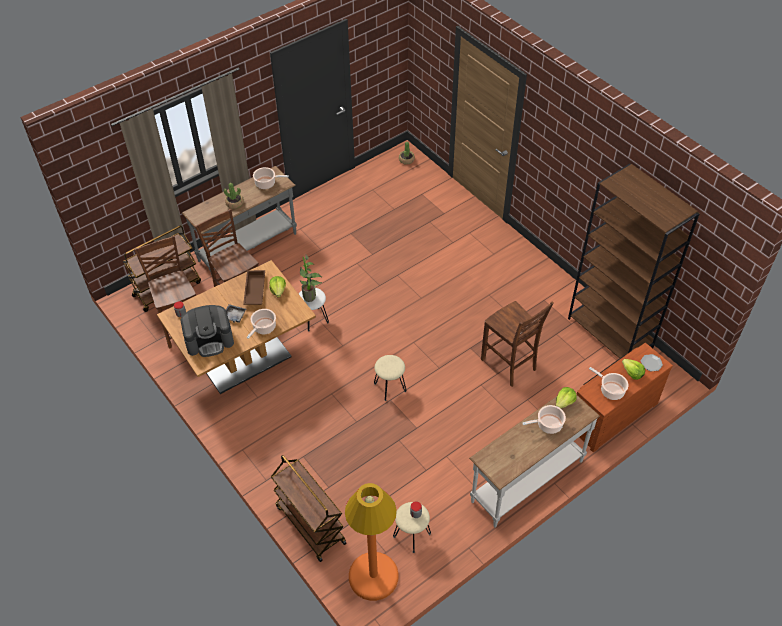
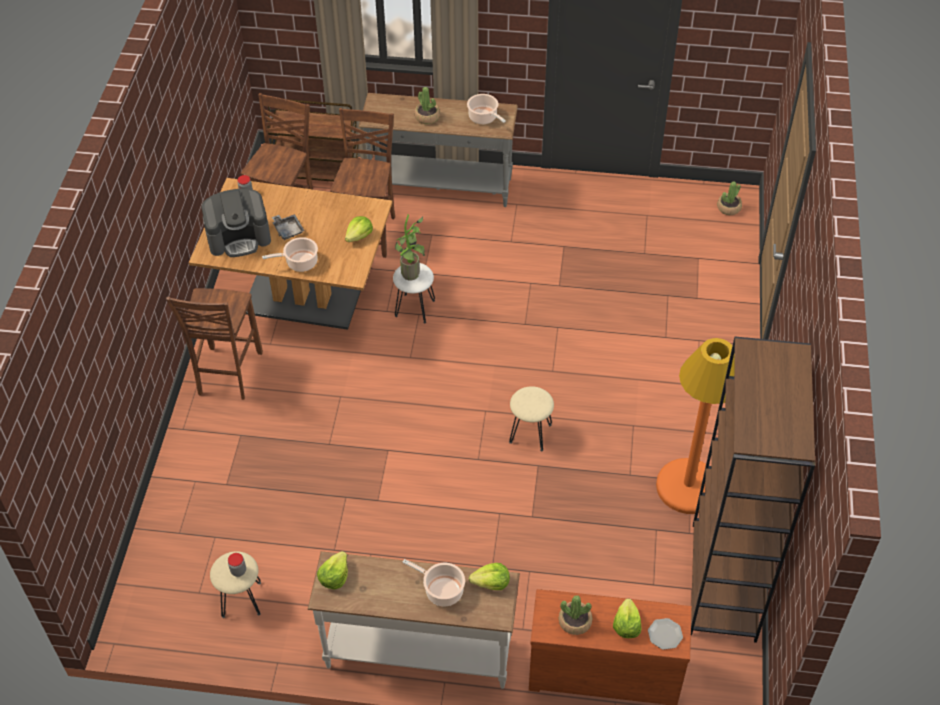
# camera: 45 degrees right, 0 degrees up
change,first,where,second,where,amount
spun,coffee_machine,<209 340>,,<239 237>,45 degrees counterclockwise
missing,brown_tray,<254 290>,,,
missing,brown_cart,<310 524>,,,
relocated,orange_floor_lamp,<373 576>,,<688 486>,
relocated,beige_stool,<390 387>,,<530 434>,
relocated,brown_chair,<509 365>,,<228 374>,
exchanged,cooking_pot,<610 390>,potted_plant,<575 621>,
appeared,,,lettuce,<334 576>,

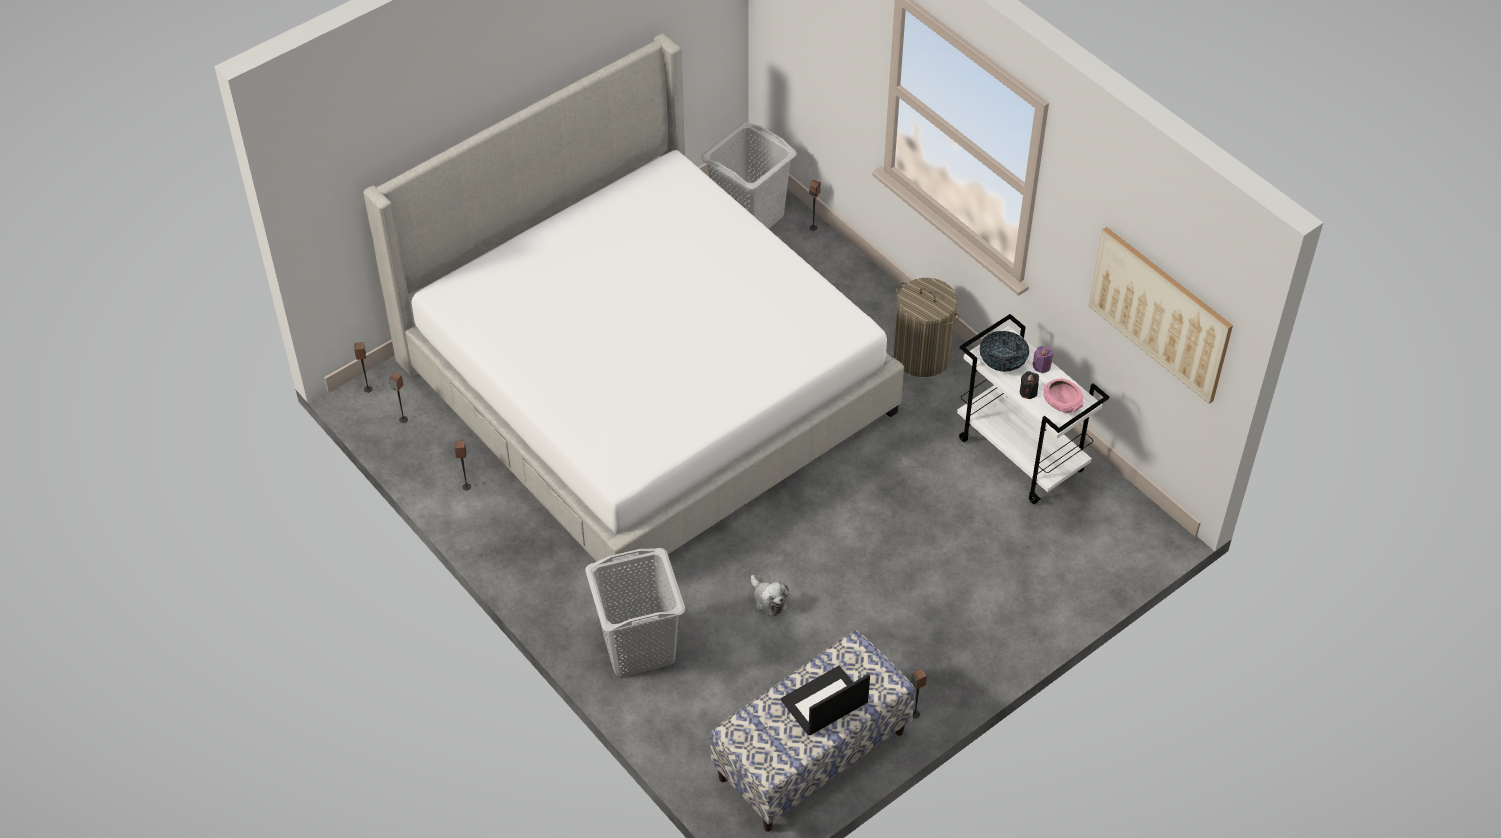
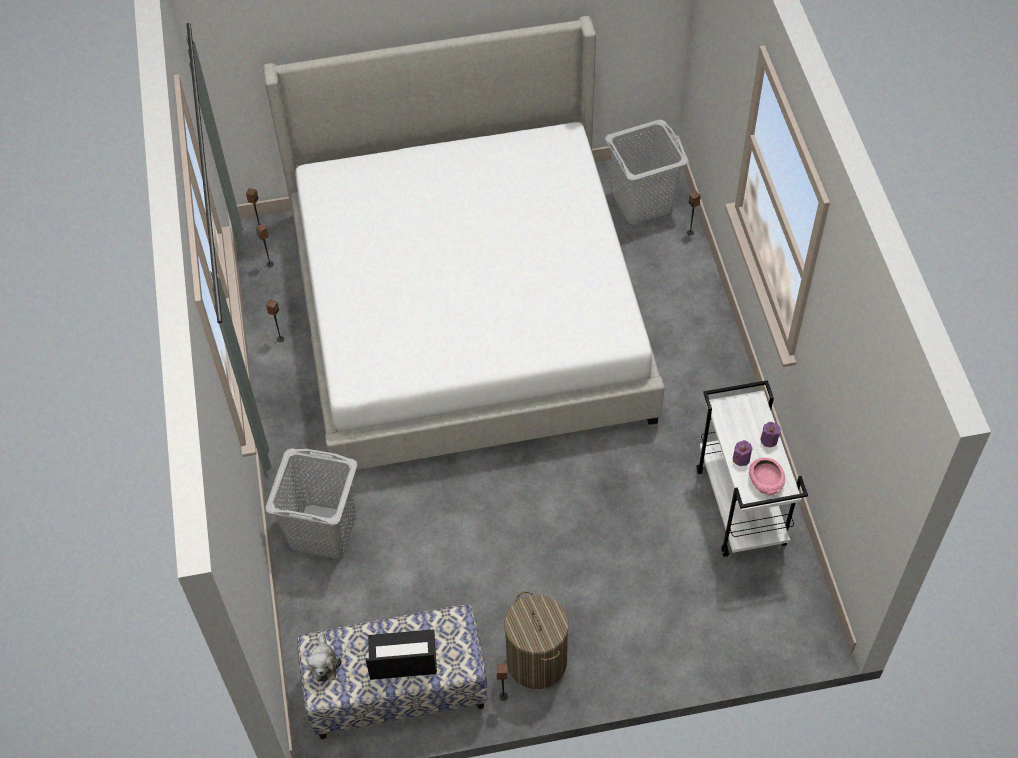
# camera: 30 degrees right, 5 degrees up
change,first,where,second,where,amount
relocated,plush_toy,<768 600>,,<323 663>,
relocated,laundry_basket,<922 356>,,<537 661>,
missing,bowl,<1002 361>,,,
colour,black_candle,<1028 392>,purple_candle,<741 459>,
missing,picture,<1160 314>,,,

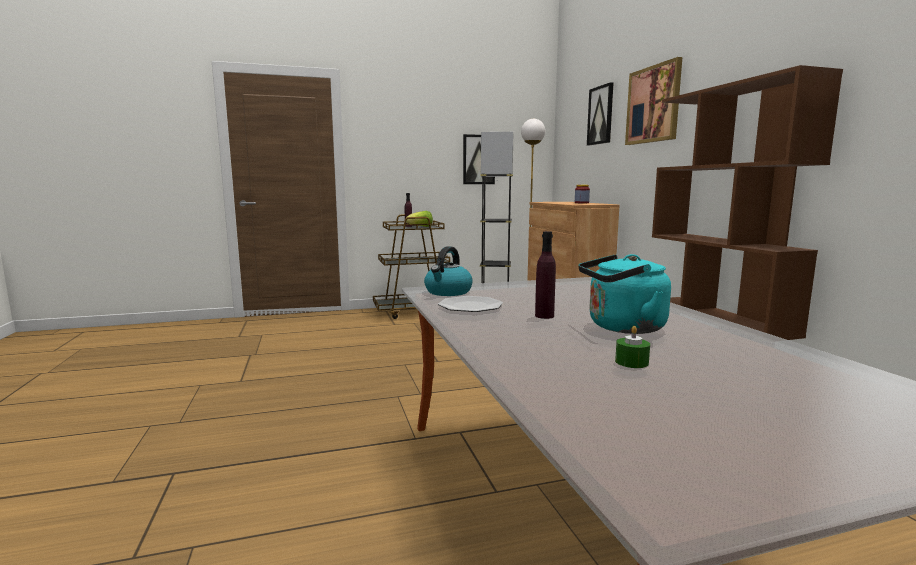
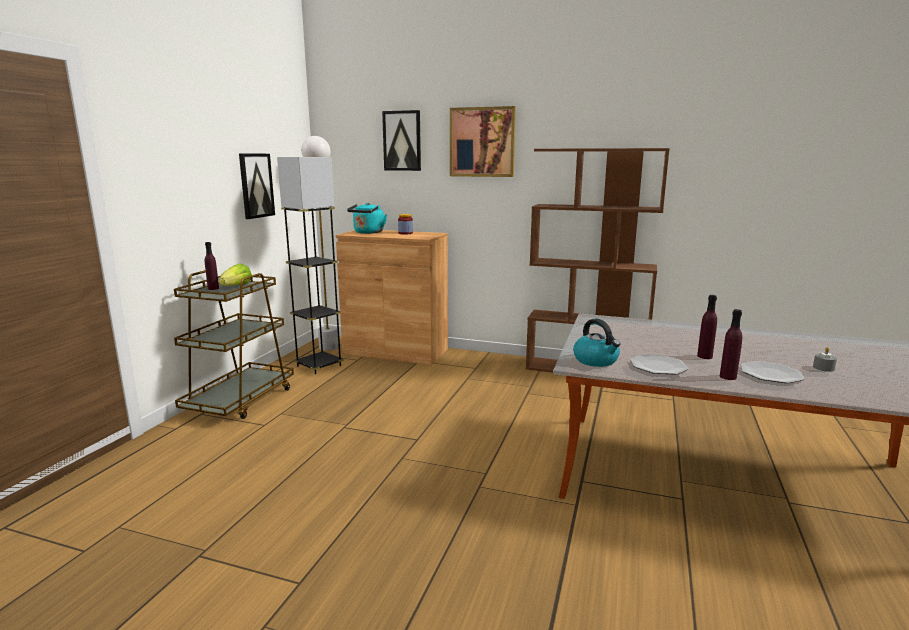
# camera: 55 degrees left, 5 degrees up
change,first,where,second,where,amount
relocated,turquoise_kettle,<622 327>,,<368 232>,
colour,green_candle,<631 362>,grey_candle,<823 368>,
appeared,,,purple_bottle,<728 377>,
appeared,,,plate,<770 374>,

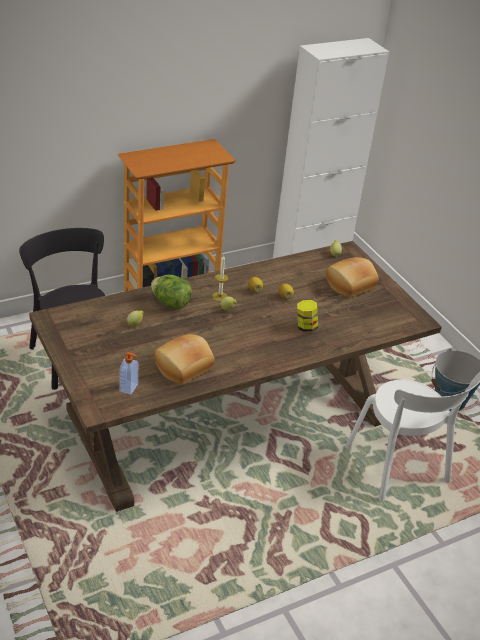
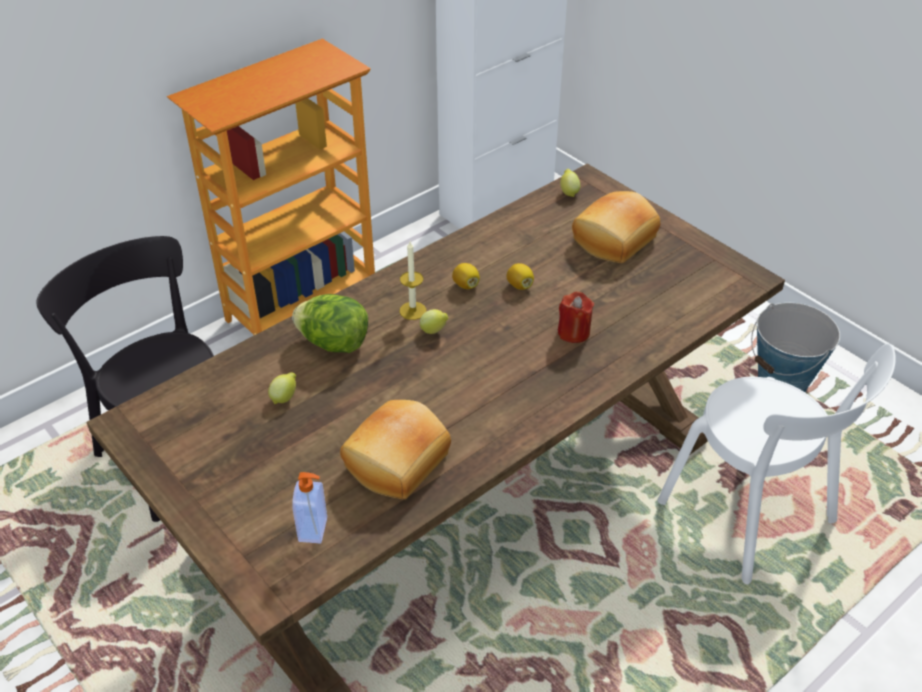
# camera: 10 degrees left, 5 degrees up
change,first,where,second,where,amount
exchanged,jar,<305 326>,red_candle,<573 332>,

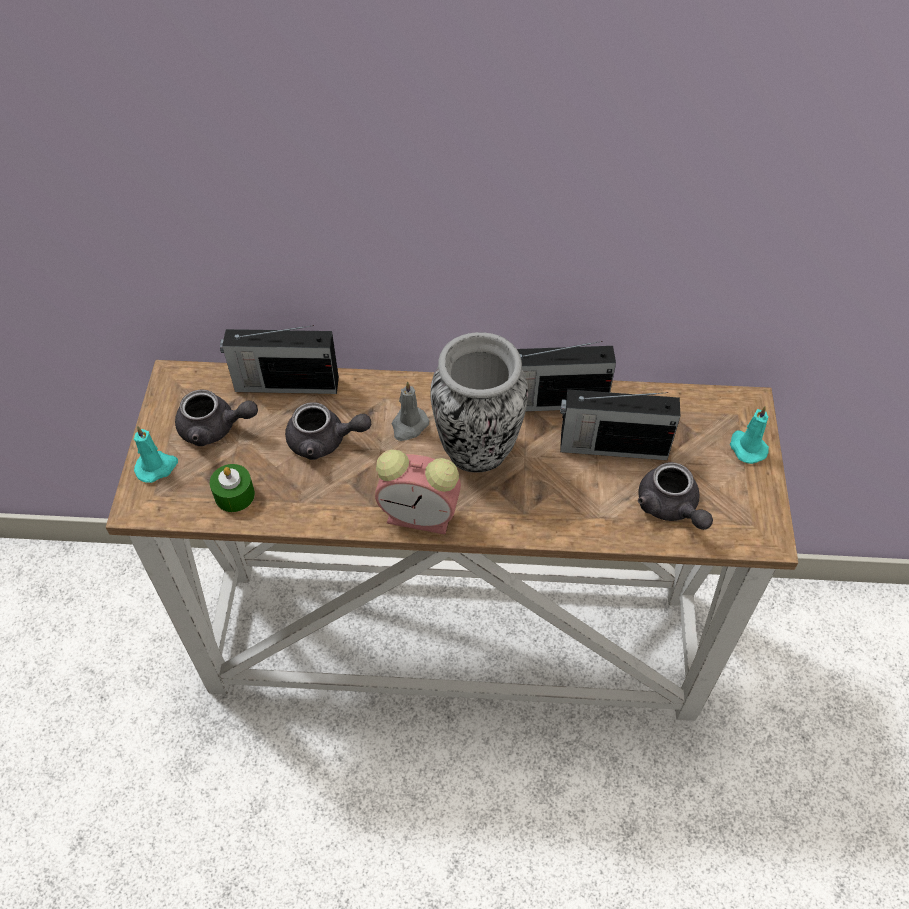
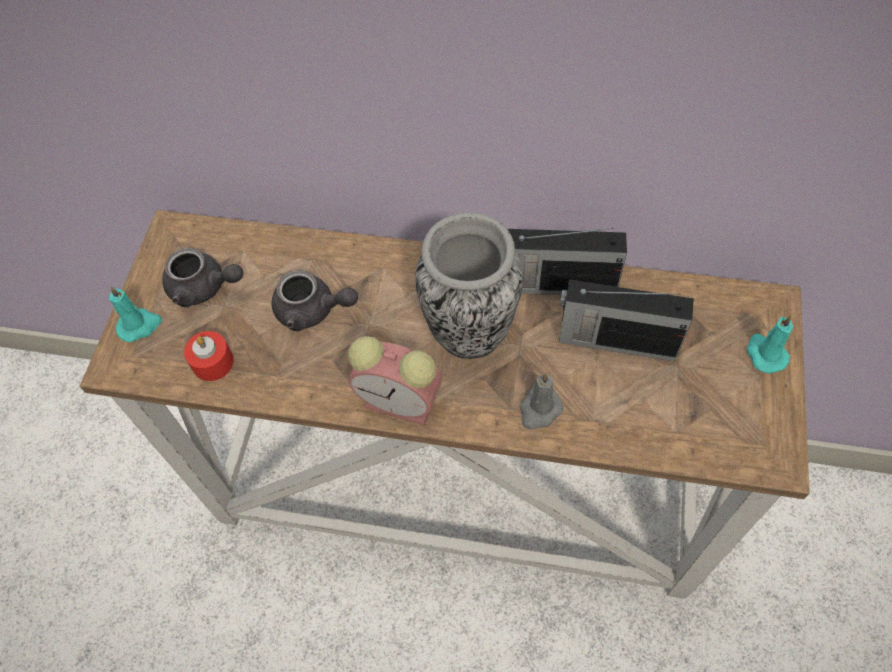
# camera: 10 degrees right, 5 degrees up
change,first,where,second,where,amount
colour,green_candle,<234 495>,red_candle,<212 362>,
missing,radio,<285 384>,,,
relocated,grey_candle,<409 426>,,<539 410>,
missing,grey_teapot,<670 508>,,,

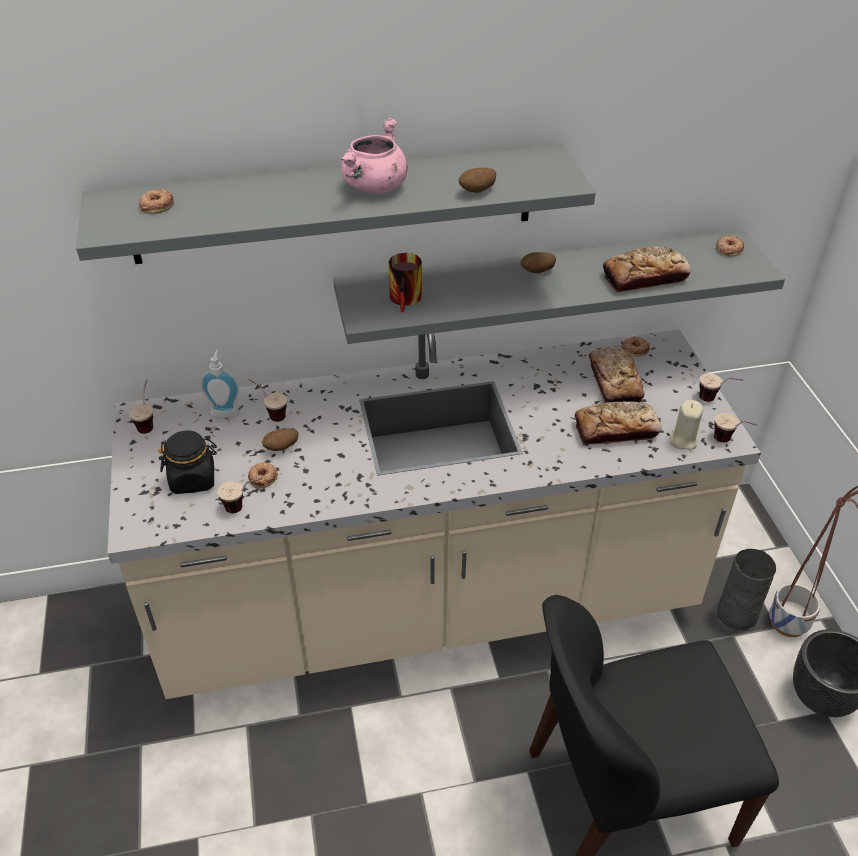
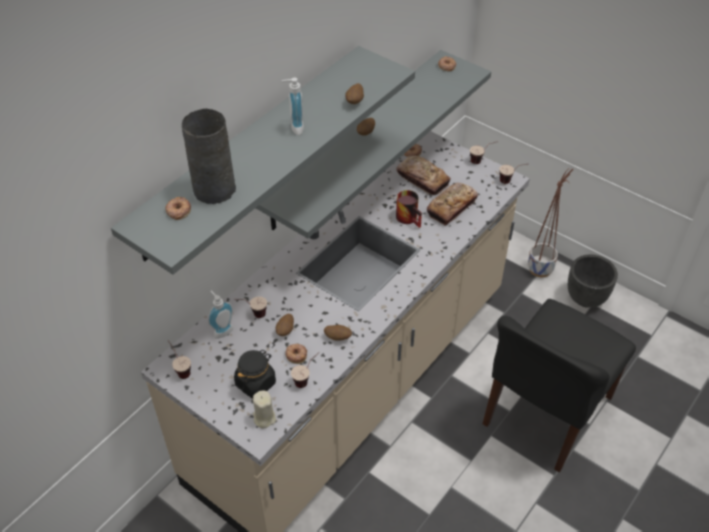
# camera: 40 degrees left, 5 degrees up
change,first,where,second,where,amount
exchanged,pink_cooking_pot,<375 187>,soap_dispenser,<294 128>,
relocated,mug,<408 299>,,<410 218>,
missing,bread,<644 277>,,,
relocated,beige_candle,<682 440>,,<264 418>,
relocated,grey_vase,<736 613>,,<213 189>,
appeared,,,potato,<338 337>,

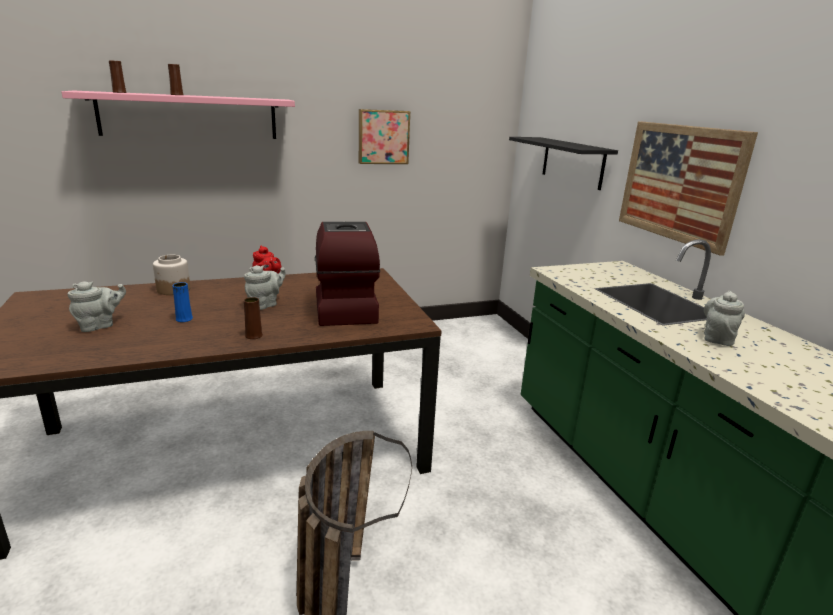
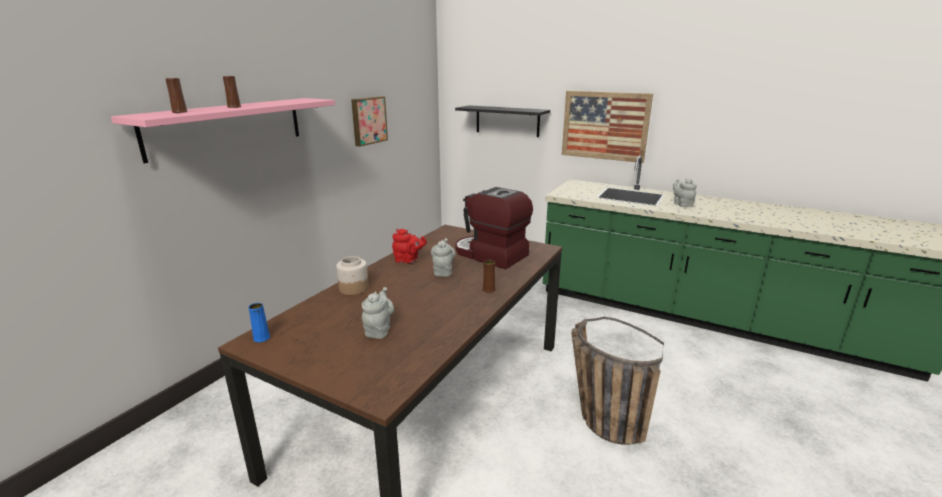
# camera: 40 degrees left, 0 degrees up
change,first,where,second,where,amount
relocated,blue_vase,<184 319>,,<261 338>,

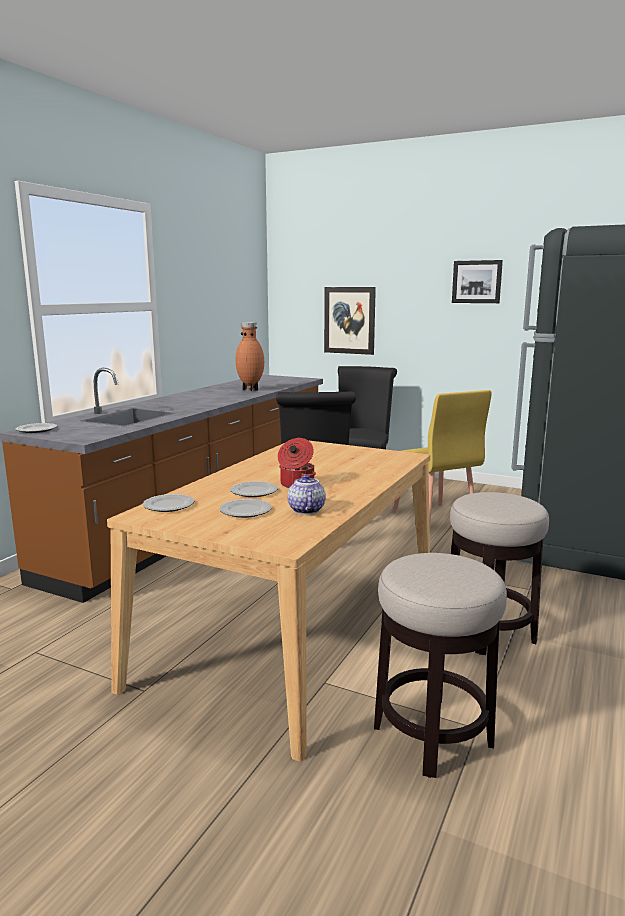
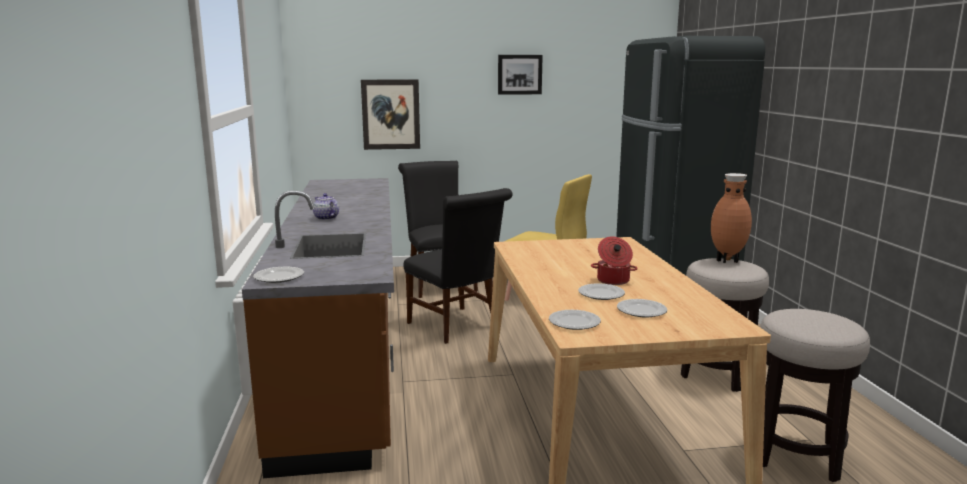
# camera: 35 degrees left, 0 degrees up
change,first,where,second,where,amount
relocated,brown_vase,<251 389>,,<727 260>,
relocated,teapot,<306 510>,,<326 218>,

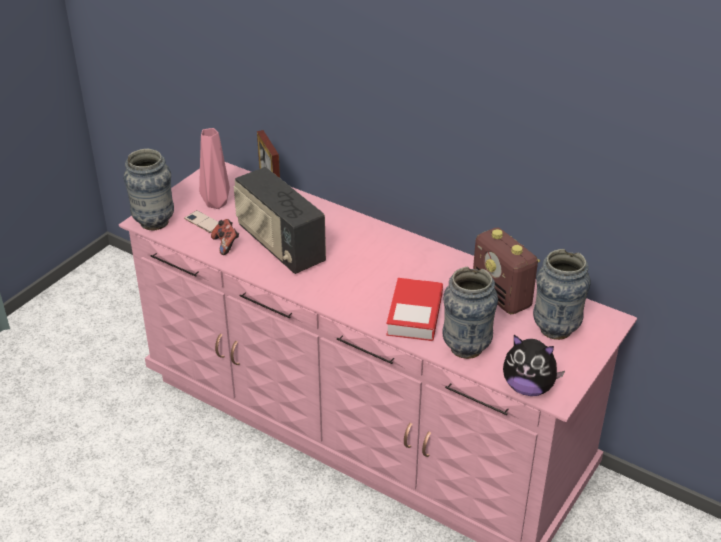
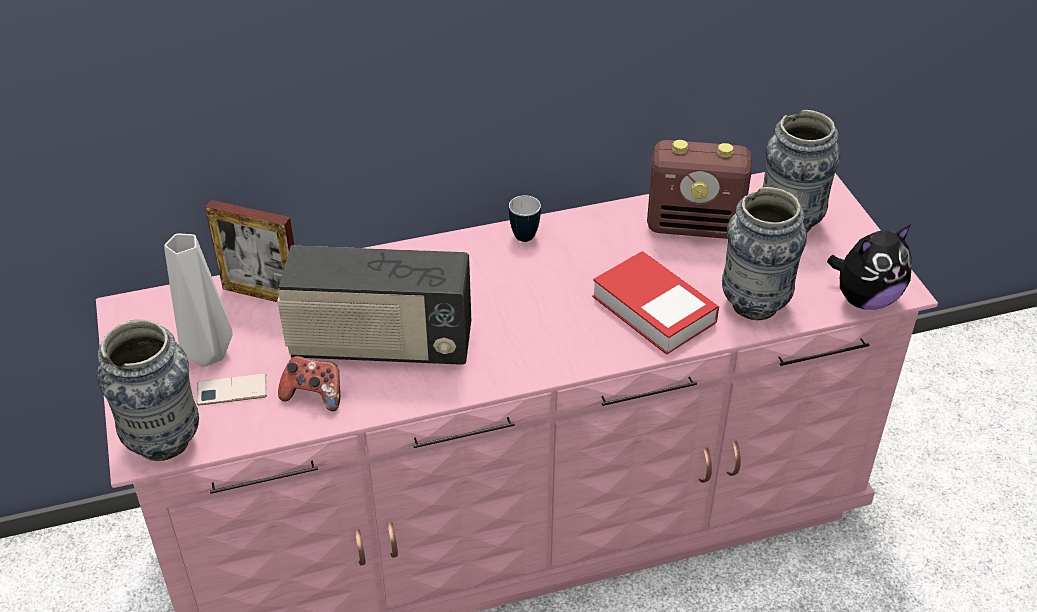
# camera: 50 degrees left, 5 degrees up
change,first,where,second,where,amount
colour,pink_vase,<217 203>,grey_vase,<208 352>,
appeared,,,mug,<524 232>,

